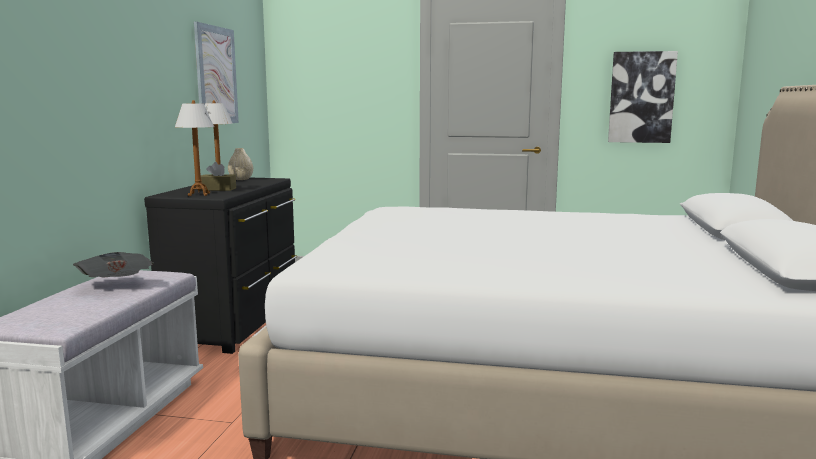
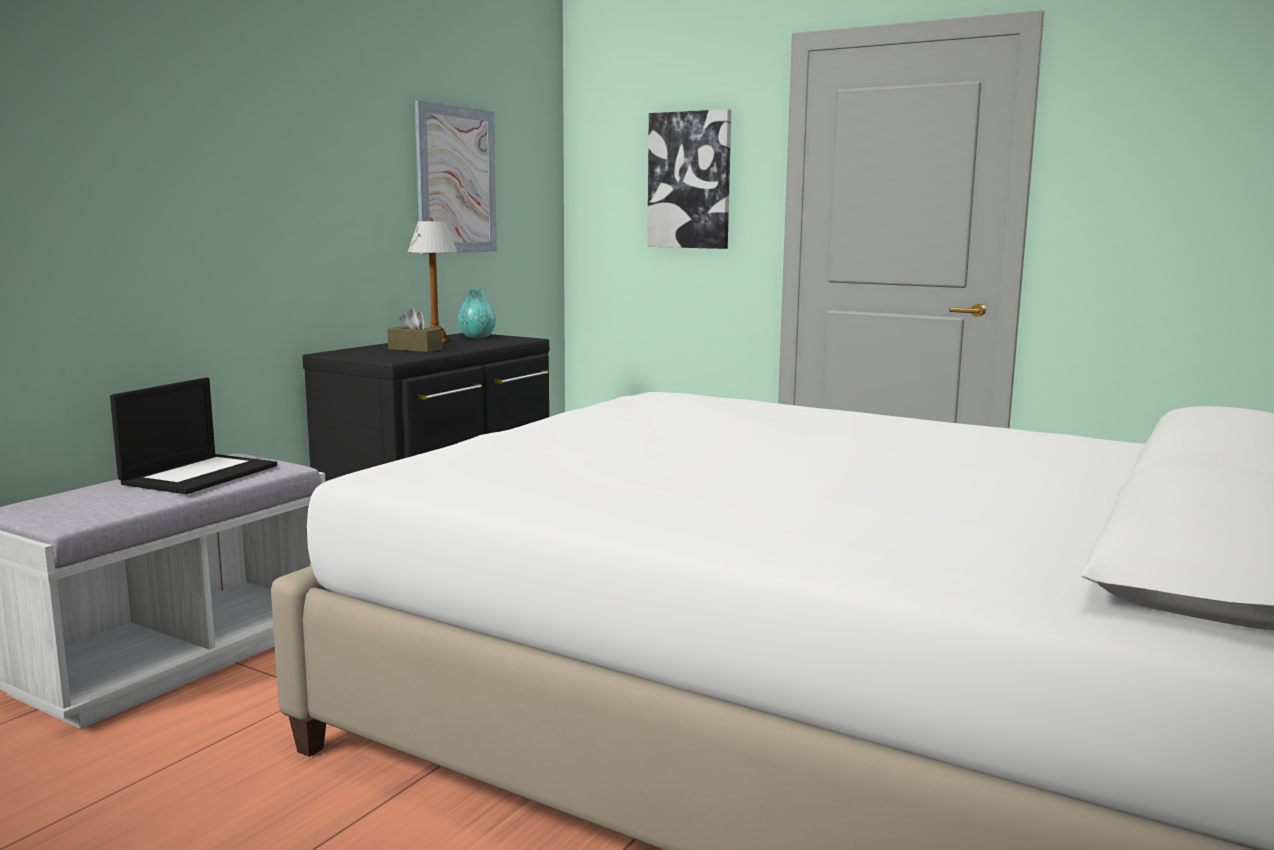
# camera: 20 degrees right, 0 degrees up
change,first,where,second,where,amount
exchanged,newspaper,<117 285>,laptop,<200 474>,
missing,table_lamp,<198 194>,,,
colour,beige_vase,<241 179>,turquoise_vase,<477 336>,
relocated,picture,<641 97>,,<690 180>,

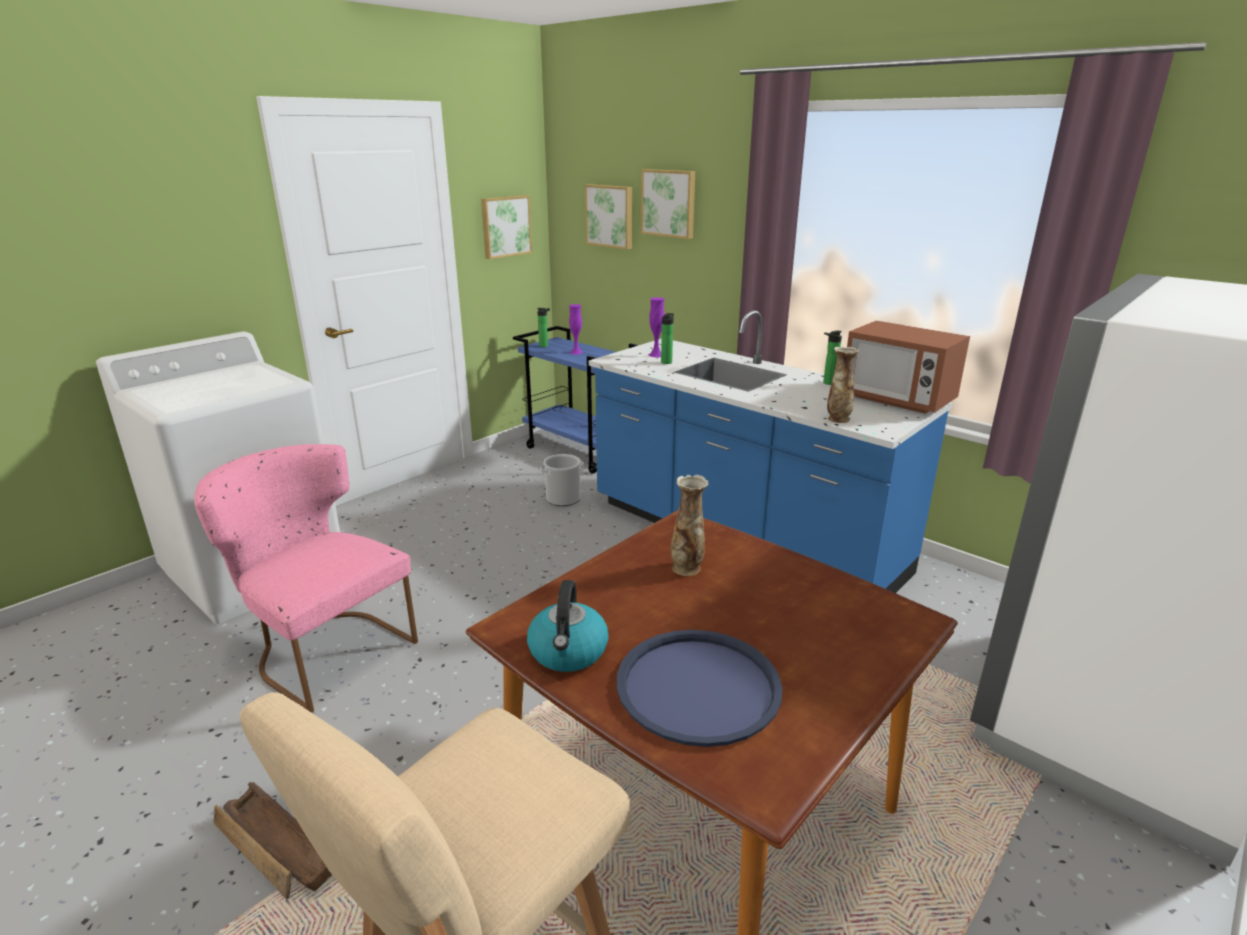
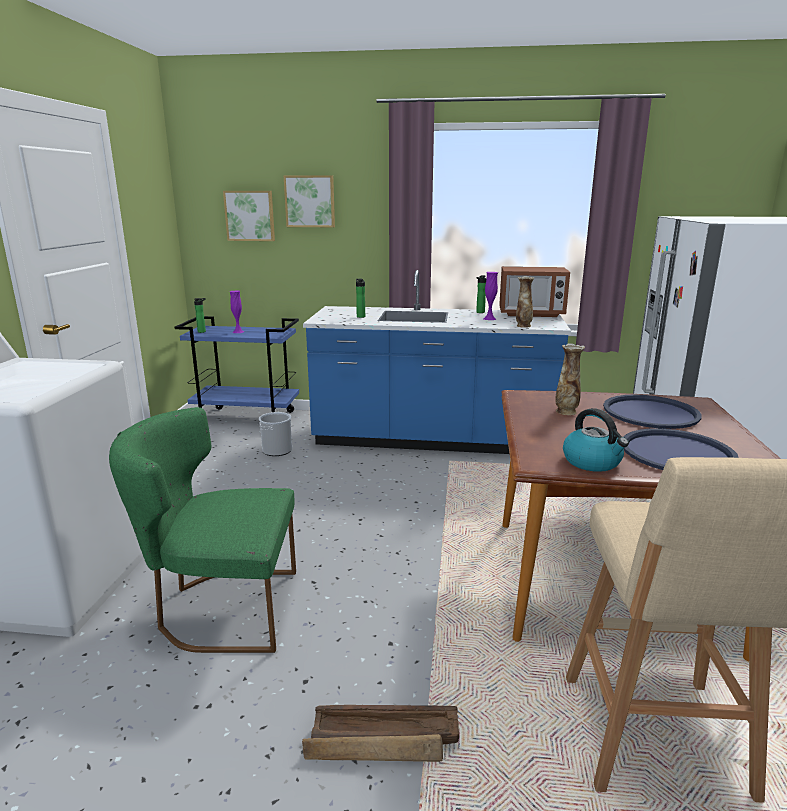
# camera: 35 degrees left, 5 degrees down
change,first,where,second,where,amount
colour,pink_chair,<325 650>,green_chair,<221 609>,
missing,picture,<505 226>,,,
relocated,purple_vase,<656 355>,,<489 318>,
appeared,,,blue_tray,<650 413>,

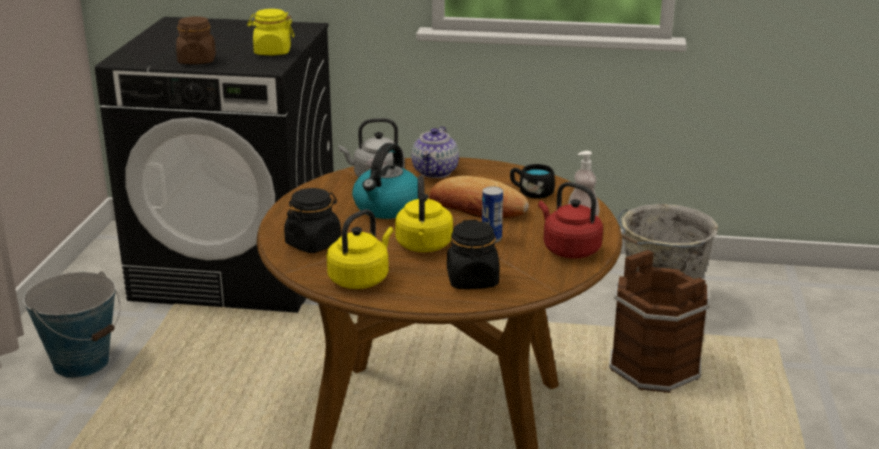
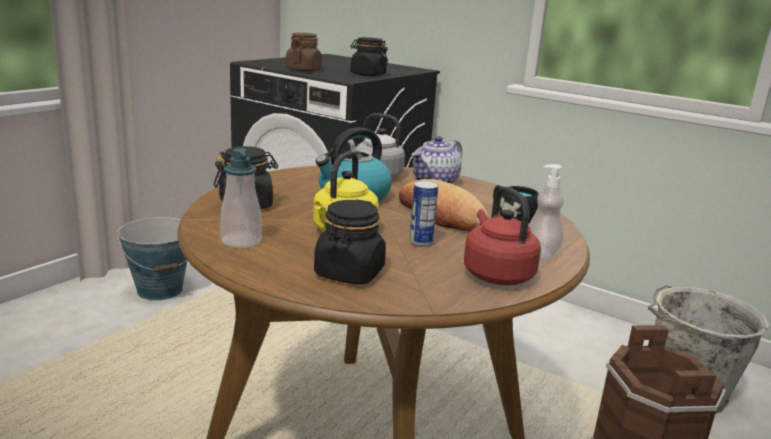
# camera: 25 degrees right, 5 degrees down
change,first,where,second,where,amount
colour,yellow_jar,<272 52>,black_jar,<368 74>,
exchanged,yellow_kettle,<361 279>,soap_dispenser,<241 241>,

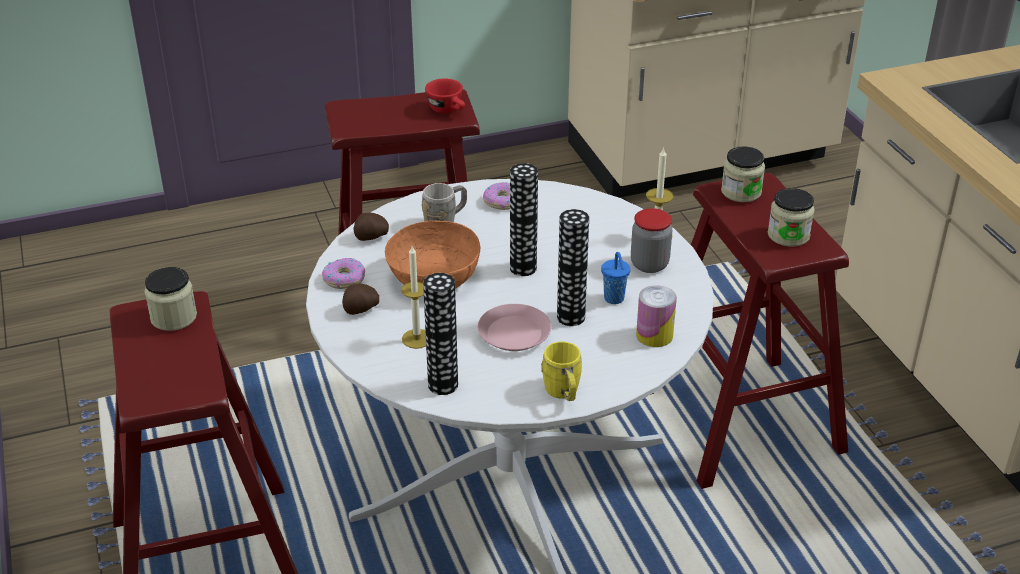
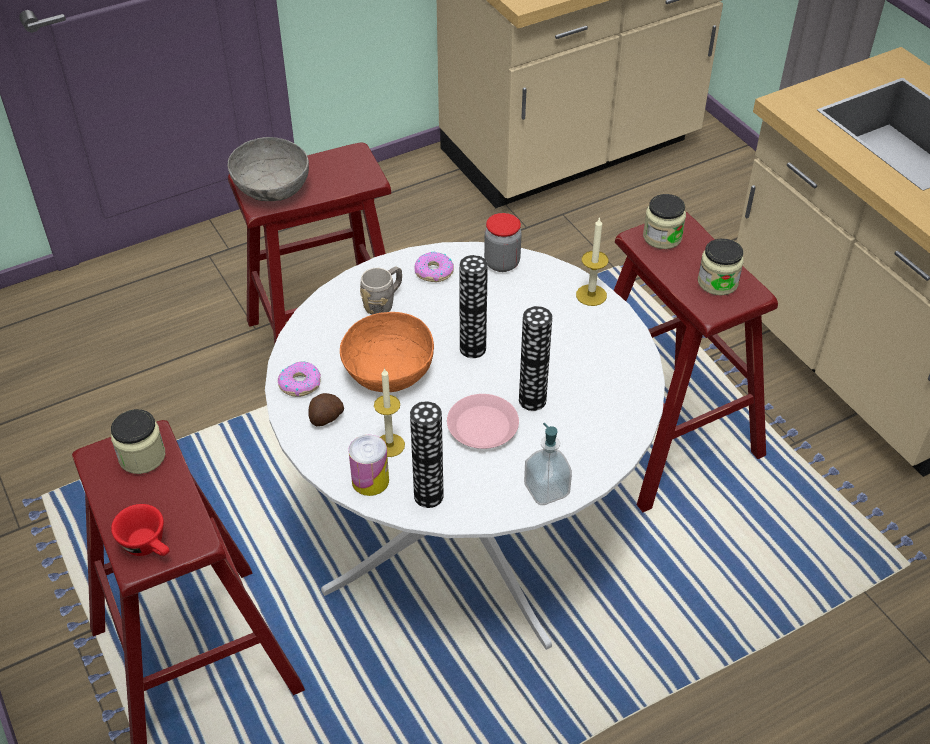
# camera: 10 degrees left, 10 degrees up
change,first,where,second,where,amount
missing,potato,<371 237>,,,
relocated,red_cup,<448 110>,,<149 546>,
exchanged,yellow_mug,<563 394>,soap_dispenser,<546 490>,
missing,blue_cup,<614 299>,,,
relocated,jar,<649 264>,,<502 263>,
relocated,can,<654 335>,,<370 481>,
appeared,,,grey_bowl,<271 188>,

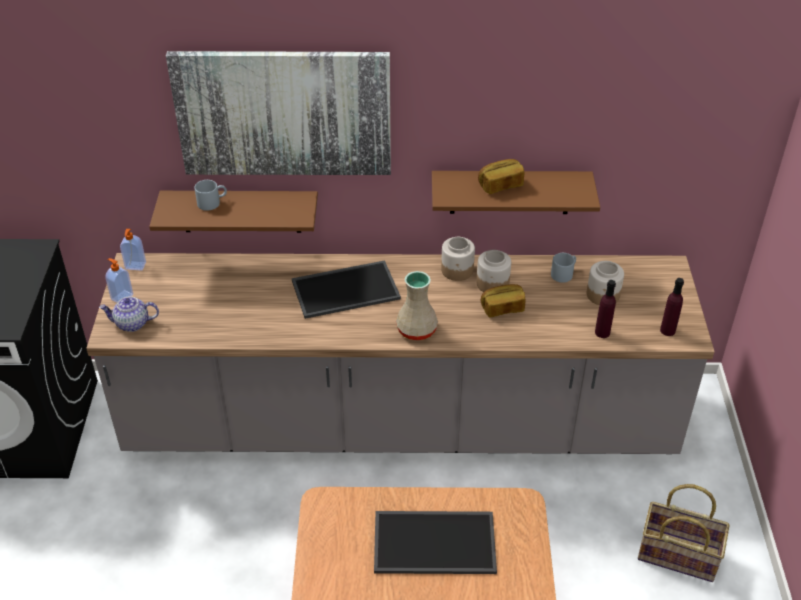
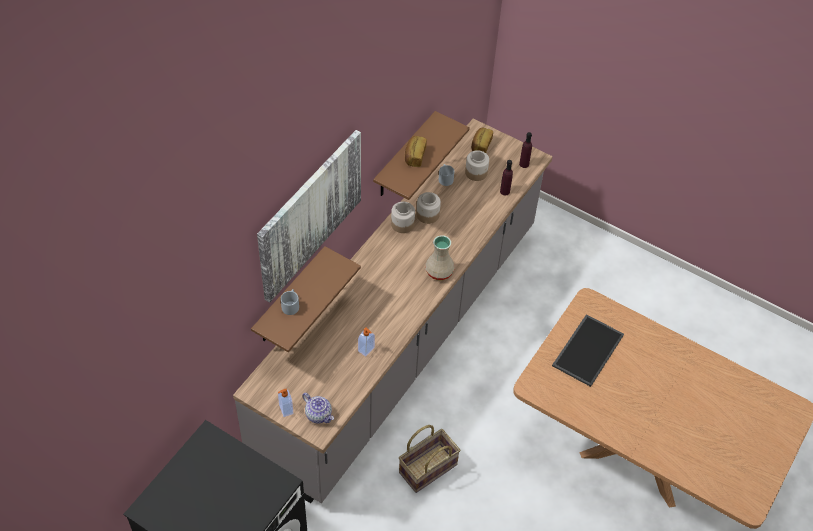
# camera: 60 degrees left, 10 degrees up
change,first,where,second,where,amount
spun,teapot,<132 324>,,<319 414>,75 degrees counterclockwise
relocated,soap_dispenser,<135 266>,,<366 350>,
missing,tray,<346 288>,,,
relocated,bread,<502 308>,,<480 146>,
relocated,basket,<678 554>,,<427 467>,

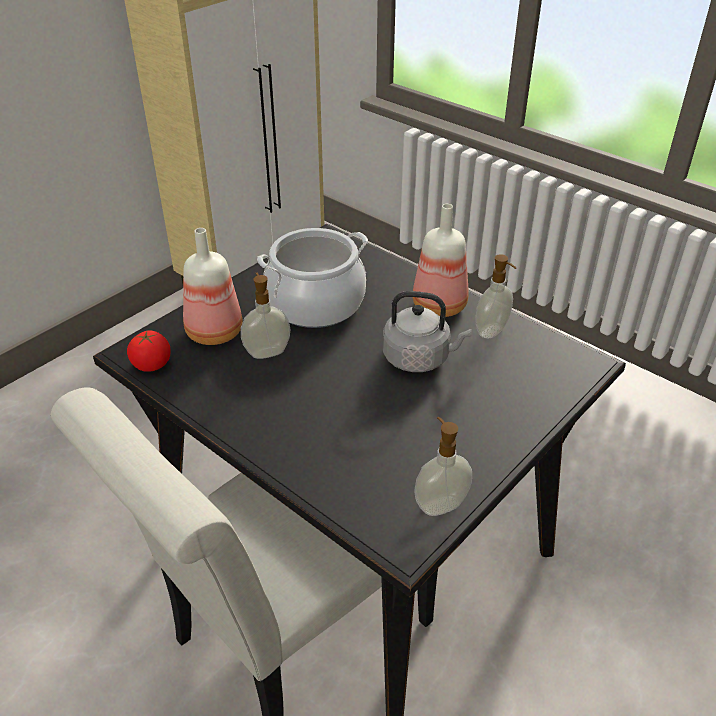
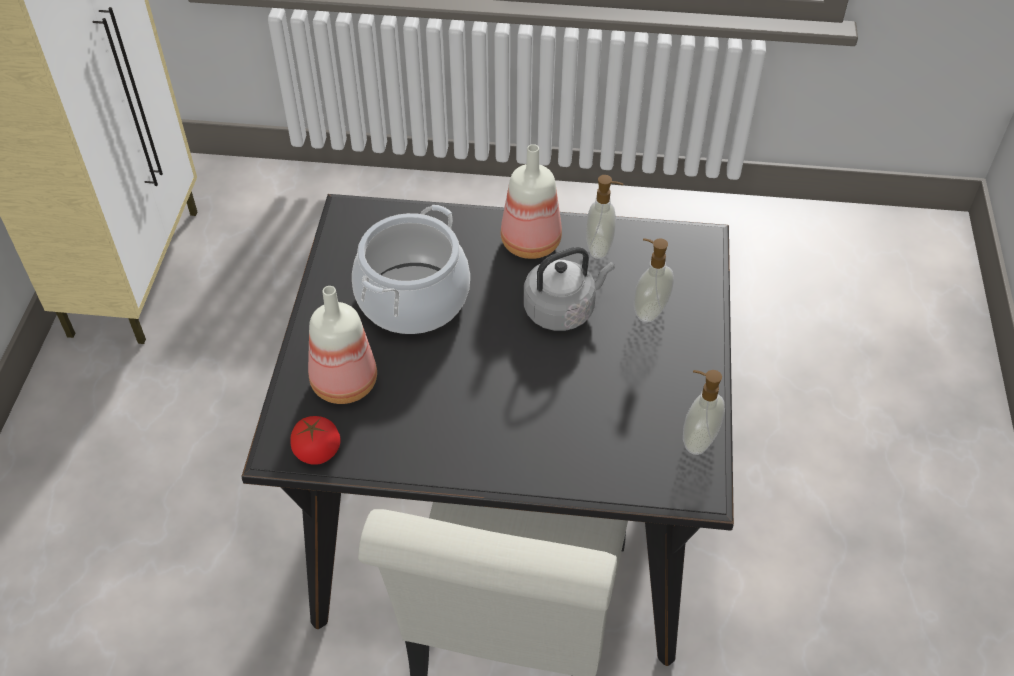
# camera: 35 degrees left, 10 degrees up
change,first,where,second,where,amount
relocated,soap_dispenser,<267 352>,,<649 310>,

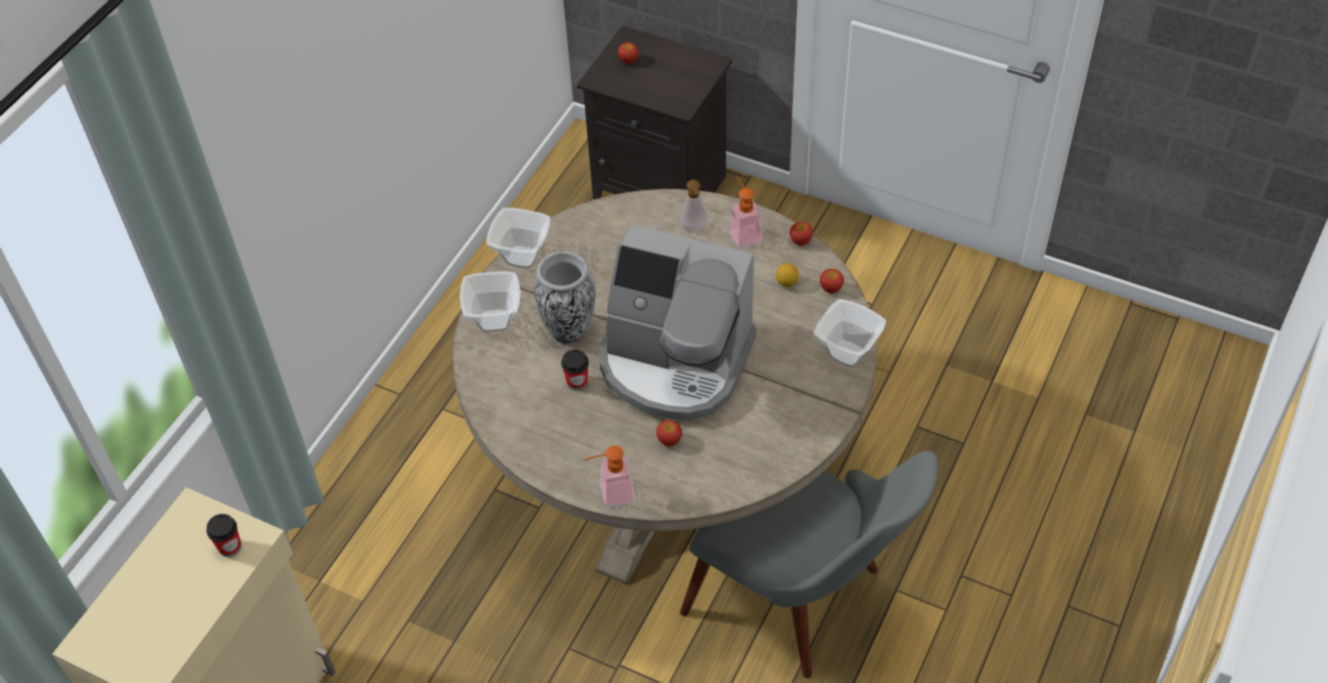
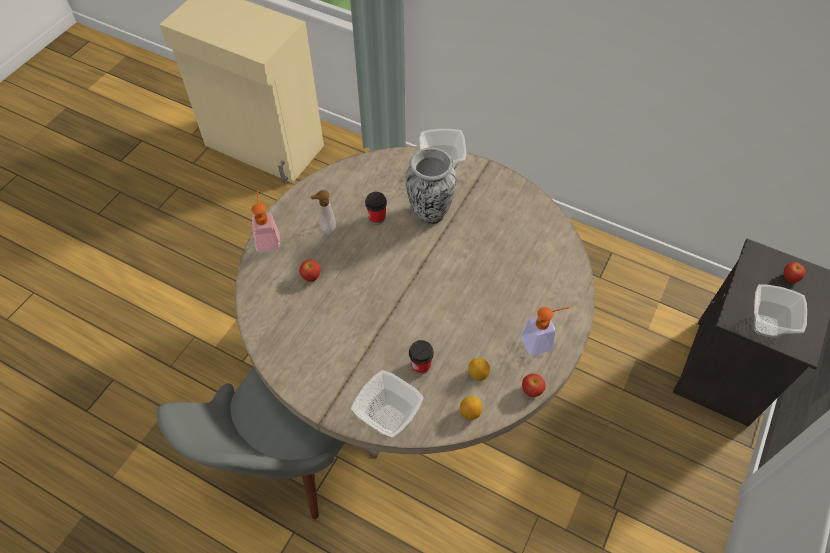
# camera: 90 degrees right, 5 degrees up
change,first,where,second,where,amount
relocated,cup,<230 547>,,<421 366>,
relocated,bowl,<522 258>,,<764 326>,
missing,coffee_machine,<675 362>,,,
relocated,soap_dispenser,<695 228>,,<326 229>,
exchanged,apple,<831 288>,lemon,<470 412>,

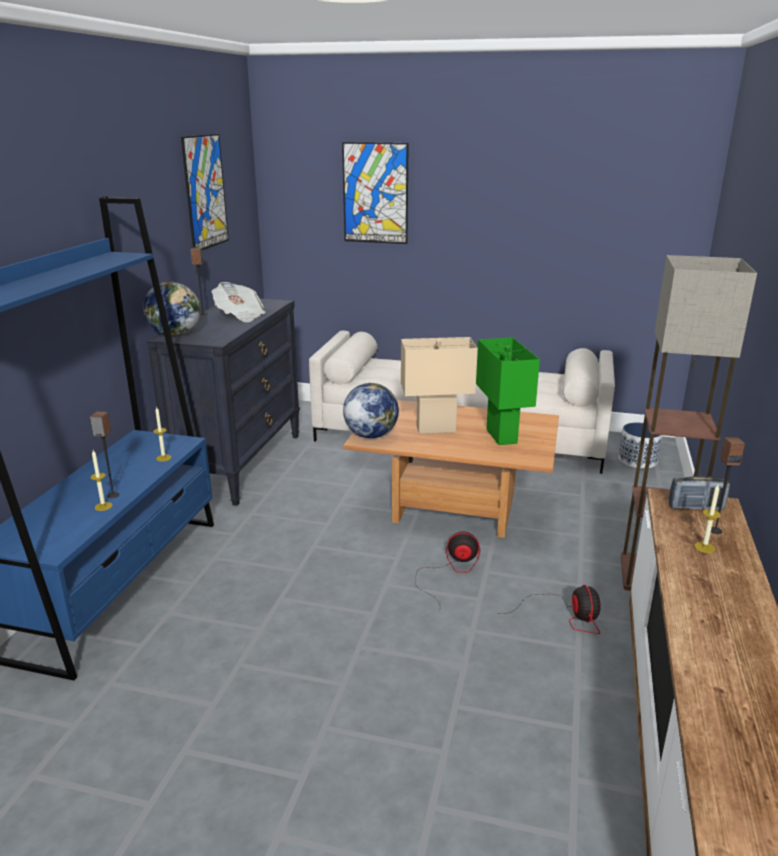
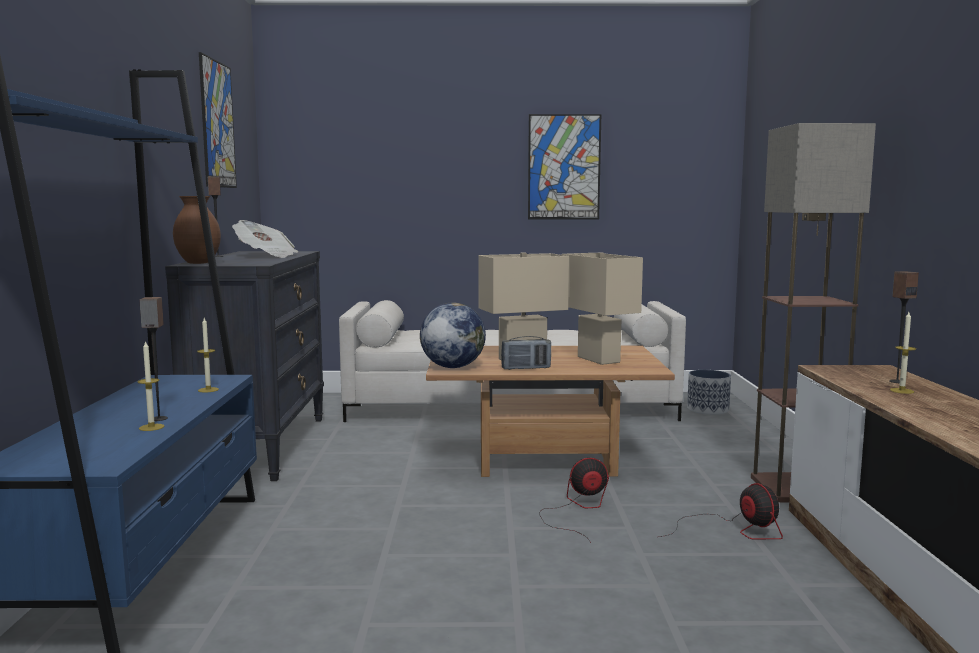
# camera: 15 degrees left, 15 degrees down
change,first,where,second,where,amount
exchanged,globe,<175 335>,brown_vase,<199 263>,
relocated,picture,<375 193>,,<564 167>,
colour,green_table_lamp,<501 436>,beige_table_lamp,<598 359>,
relocated,radio,<695 507>,,<526 368>,

